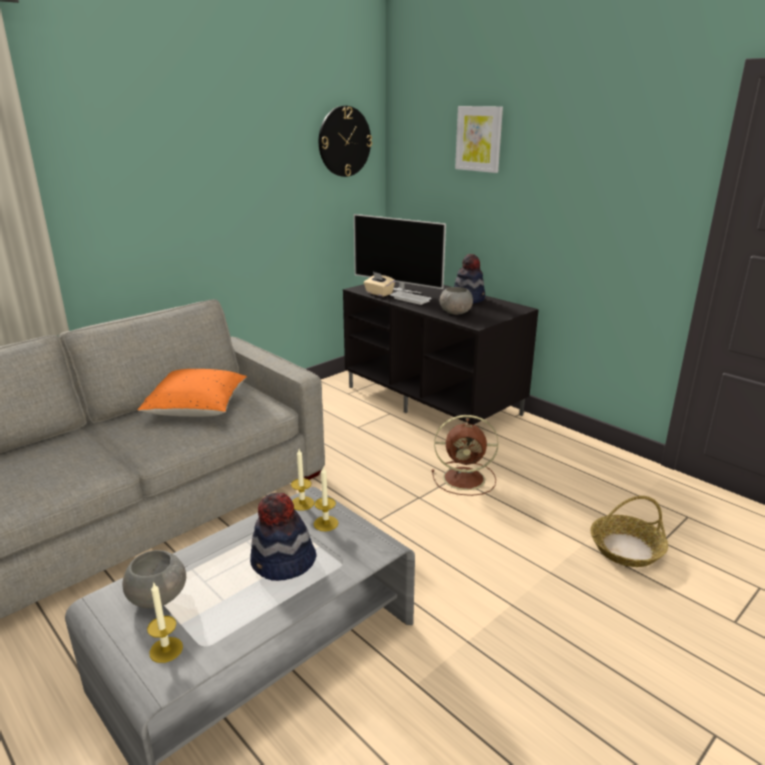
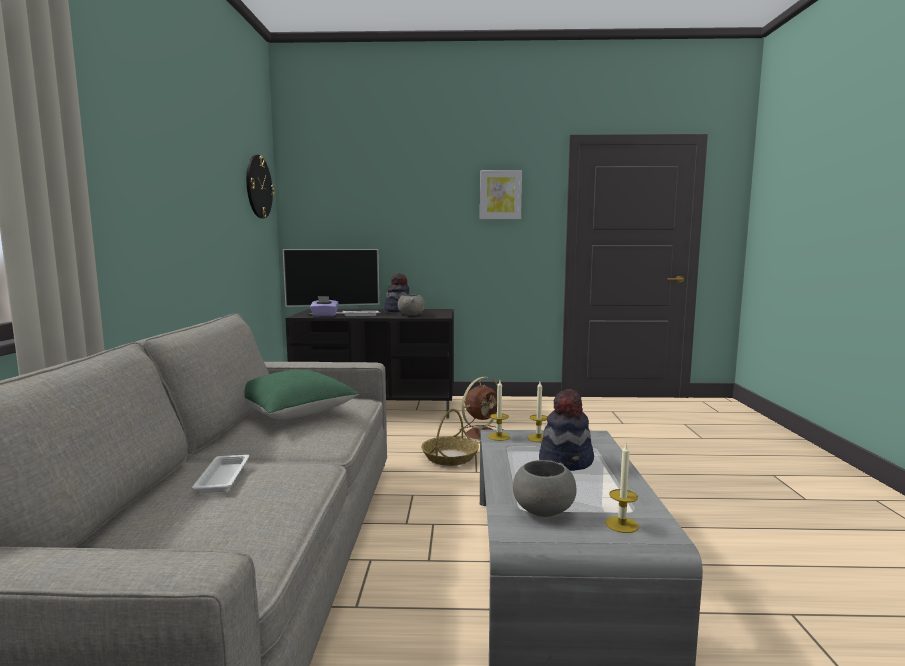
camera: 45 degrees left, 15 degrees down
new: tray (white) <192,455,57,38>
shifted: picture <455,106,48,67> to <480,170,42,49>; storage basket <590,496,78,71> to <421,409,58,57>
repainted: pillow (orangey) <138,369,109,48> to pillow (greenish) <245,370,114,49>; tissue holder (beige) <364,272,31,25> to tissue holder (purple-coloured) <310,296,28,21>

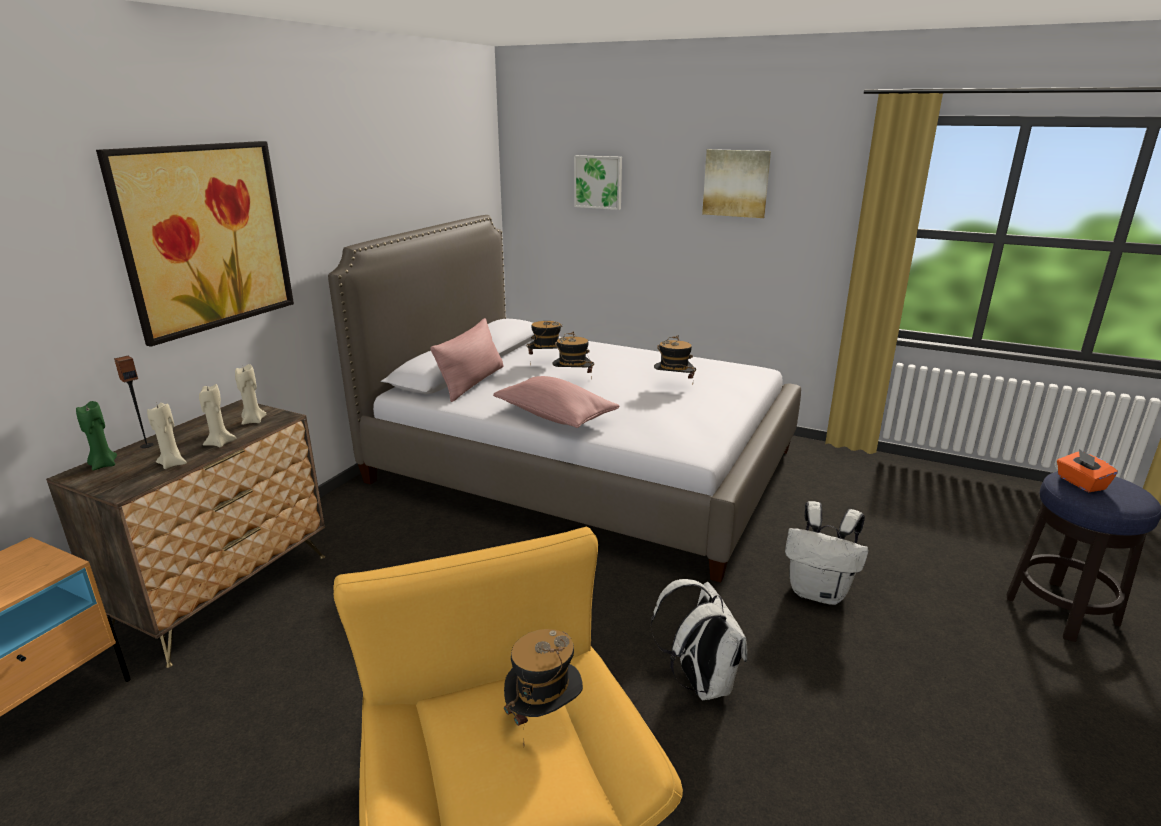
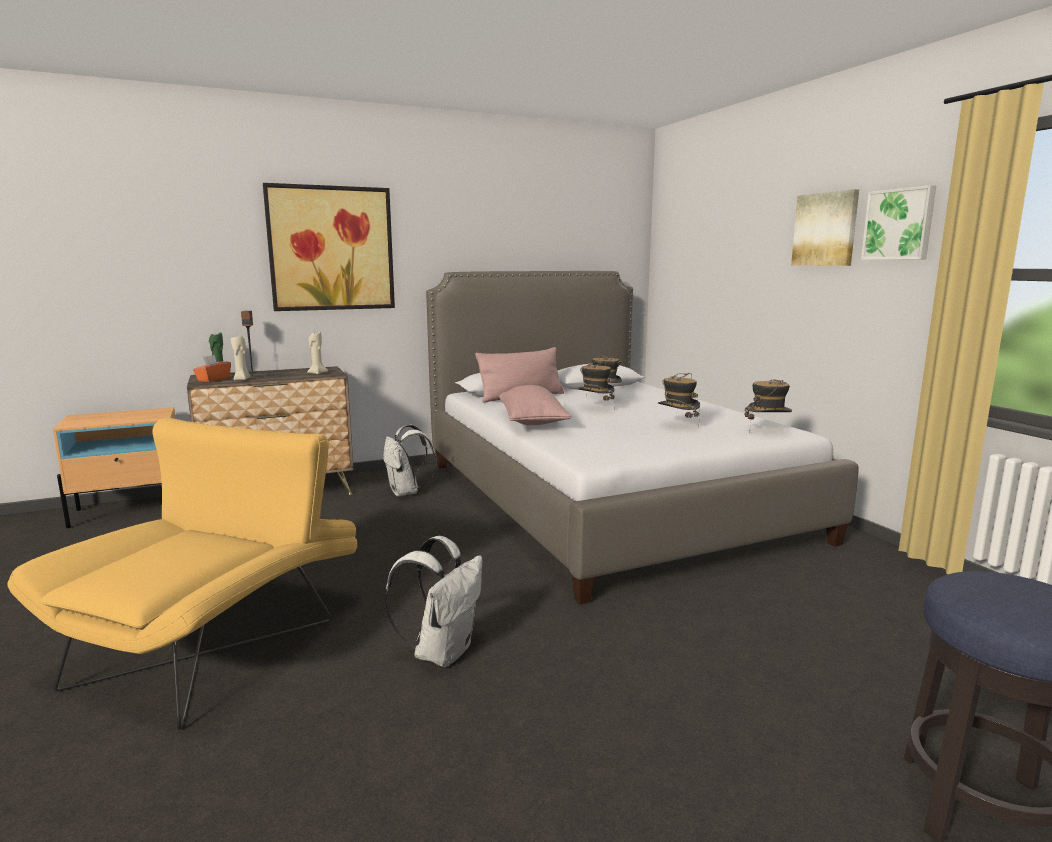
camera: 40 degrees right, 10 degrees down
gone: wax light (beige) <199,384,37,63>
shifted: hat <504,629,79,117> to <745,379,47,53>; picture <574,155,48,55> to <861,185,75,75>; backpack (white) <785,501,83,104> to <383,424,54,73>; tissue holder (orangey) <1057,449,61,43> to <193,355,38,27>

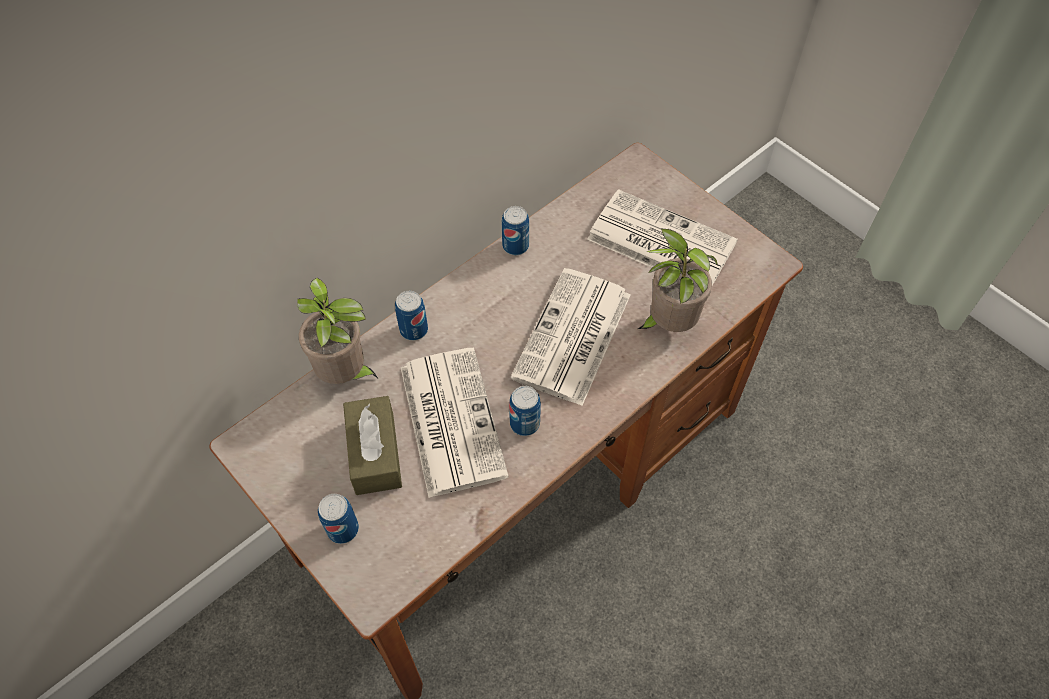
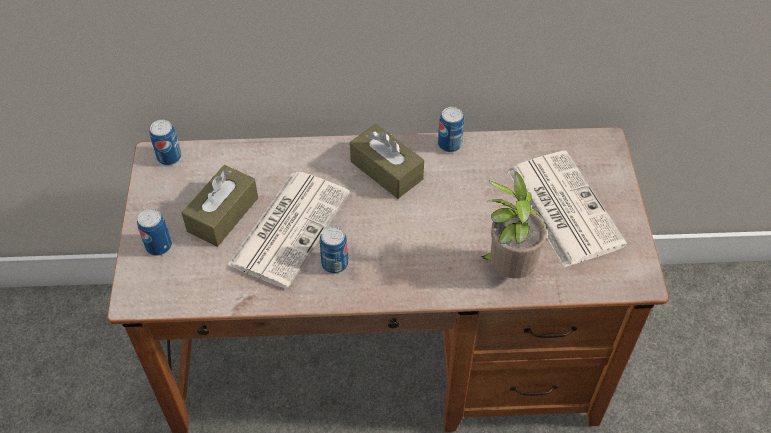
camera: 40 degrees right, 5 degrees down
gone: plant in a pot <297,278,81,106>; daily paper <511,268,120,138>
new: tissue holder (brownish) <350,124,74,75>
shifted: sealed can <395,291,33,50> to <150,120,31,45>

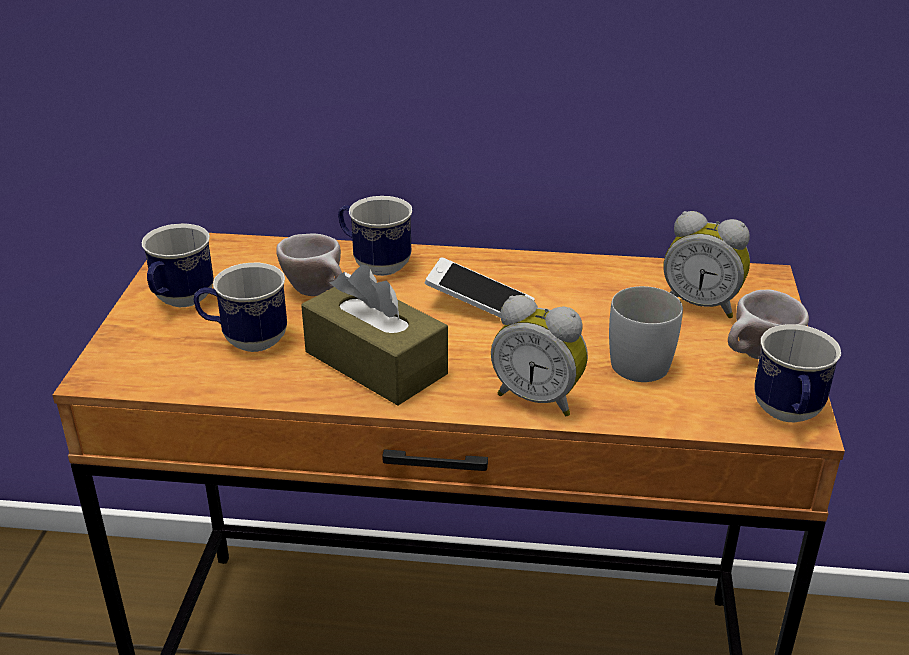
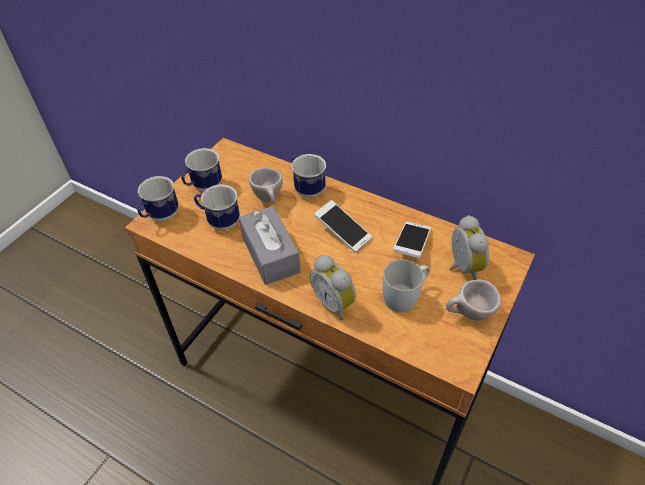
camera: 25 degrees right, 15 degrees up
new: handset <393,221,38,37>
shifted: coffee mug <754,324,87,98> to <137,176,41,45>
repainted: tissue holder (brownish) <301,265,147,140> to tissue holder (greyish) <239,206,62,79>
rotated: alarm clock <663,211,87,107> = <449,215,40,65> 150 degrees counterclockwise

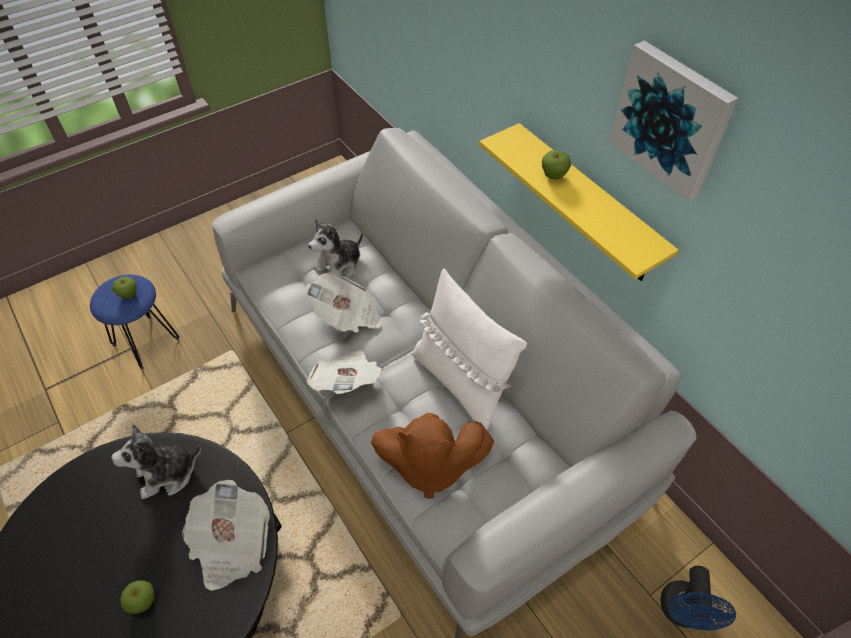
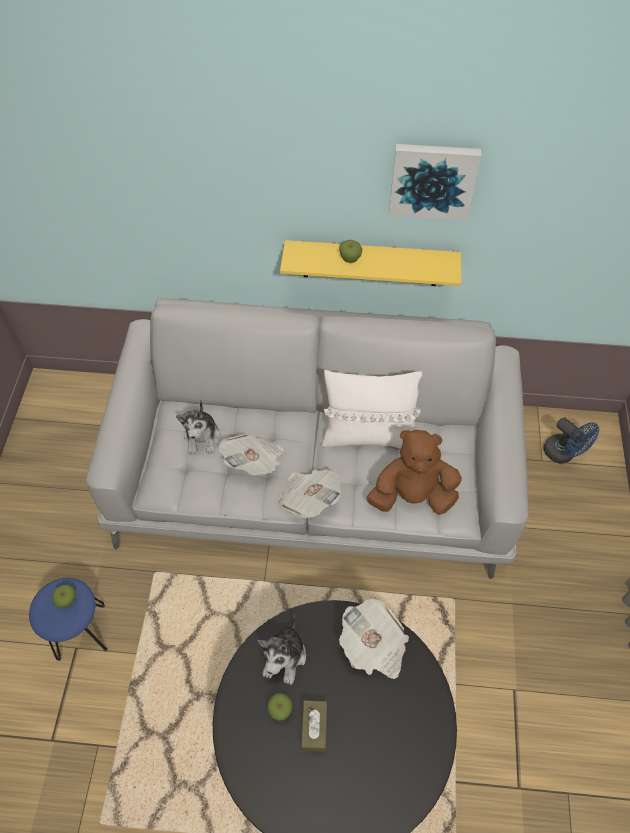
camera: 50 degrees left, 5 degrees up
new: tissue holder (brownish) <301,700,26,52>
shifted: apple <120,581,35,33> to <267,693,26,28>
rotated: soft toy (brownish) <371,413,123,86> = <367,430,95,85> 135 degrees counterclockwise

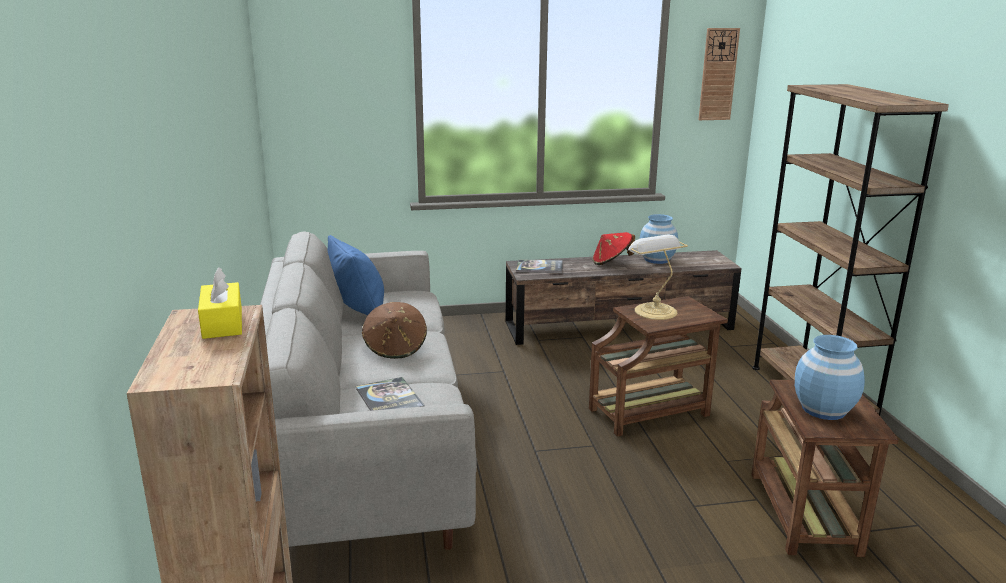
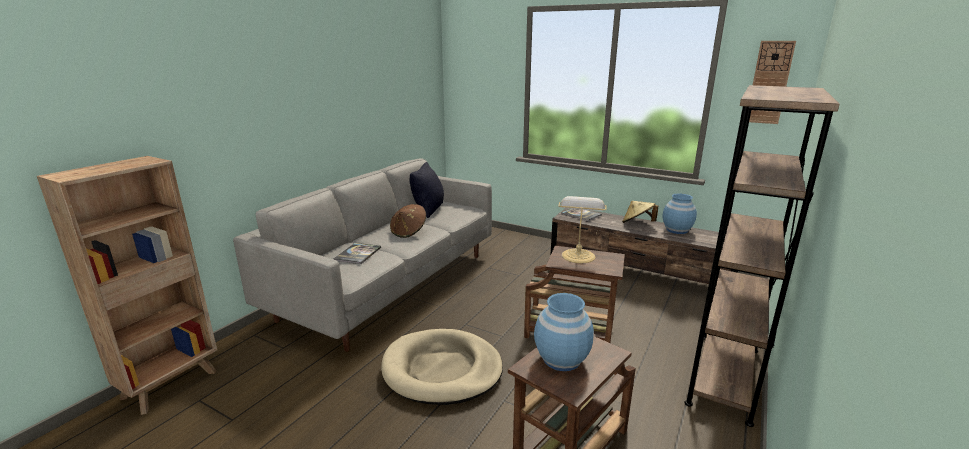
camera: 40 degrees right, 0 degrees up
gone: tissue holder (yellow) <198,267,44,72>
new: dog cushion (beige) <381,329,122,76>
repainted: pillow (bluish) <328,235,56,80> to pillow (black-coloured) <409,162,35,56>; hat (reddish) <593,232,42,33> to hat (beige) <622,201,36,22>

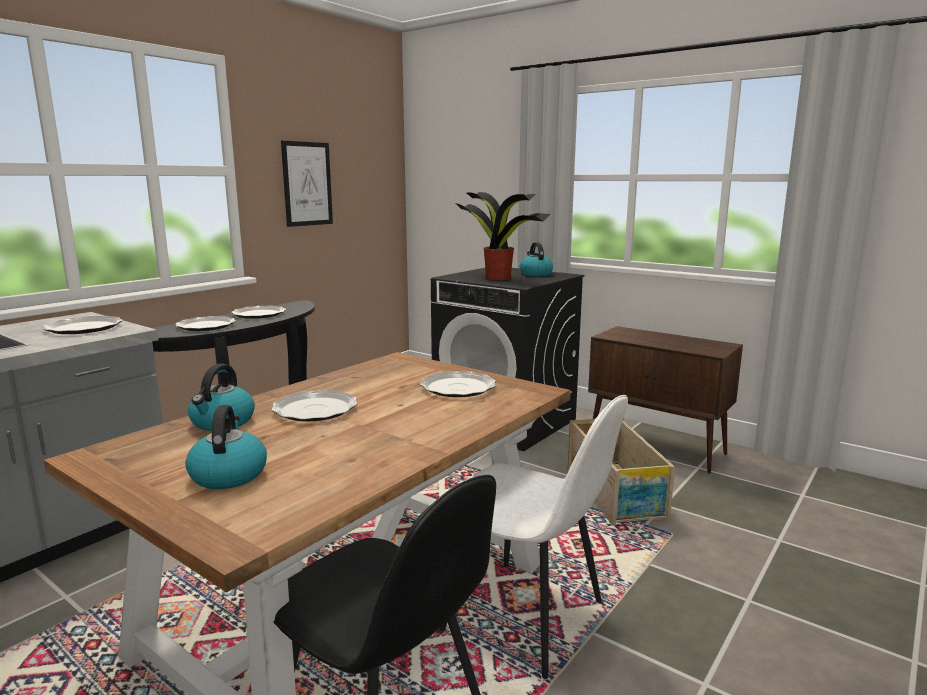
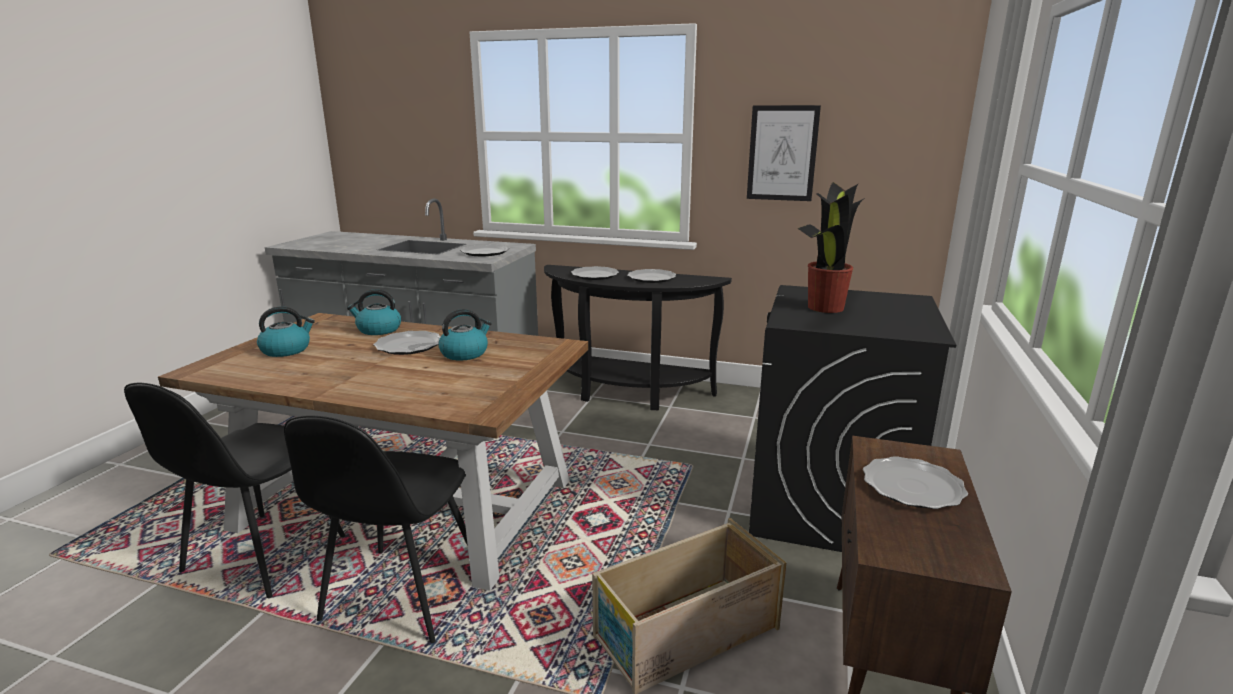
camera: 70 degrees right, 5 degrees up
shifted: dinner plate <420,371,76,26> to <863,456,105,53>; kettle <520,242,33,34> to <438,309,54,51>
repainted: chair (white) <440,395,188,284> to chair (black-coloured) <284,416,184,227>

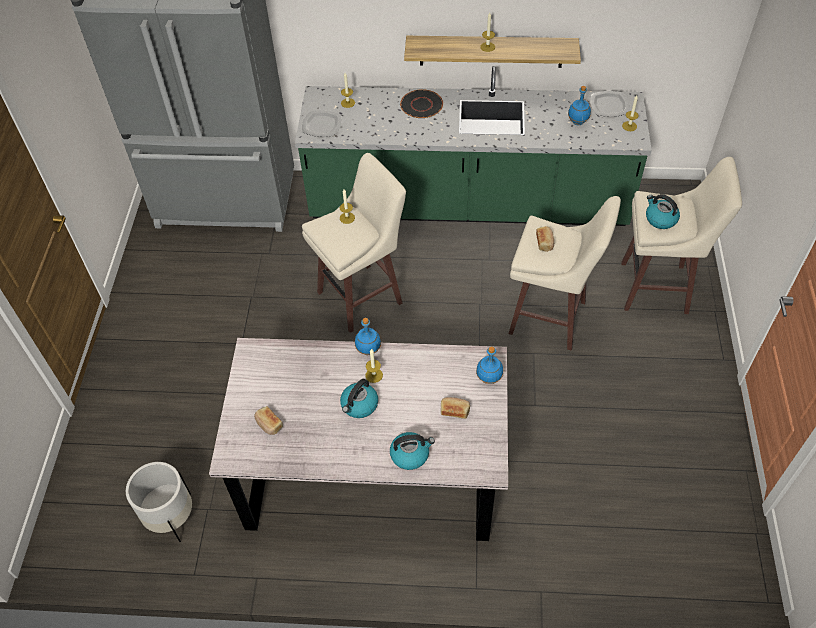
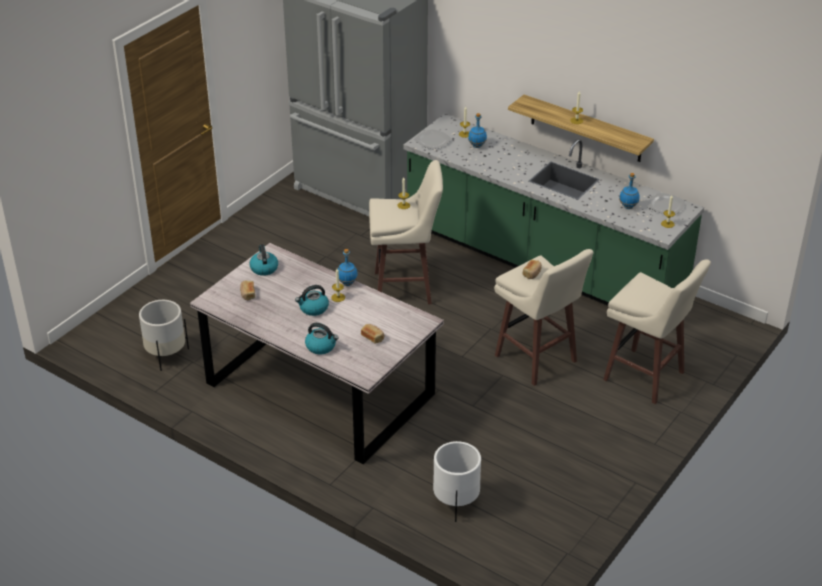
camera: 30 degrees right, 15 degrees down
gone: dinner plate (black-coloured) <400,89,43,29>
new: flower pot (white) <433,441,48,81>
shifted: beverage bottle (bluish) <476,346,27,38> to <468,113,19,35>; kettle <646,194,34,35> to <250,244,28,32>

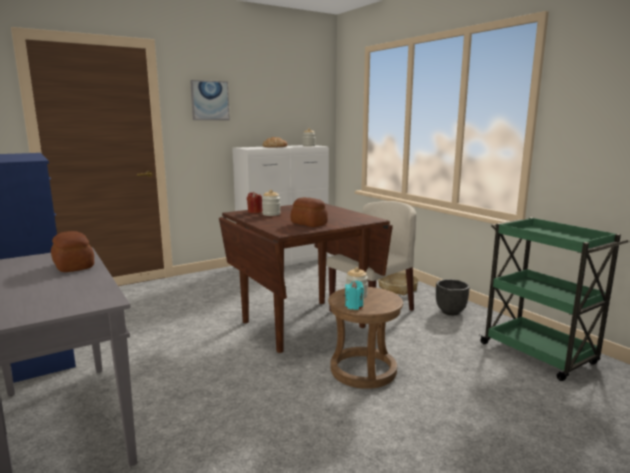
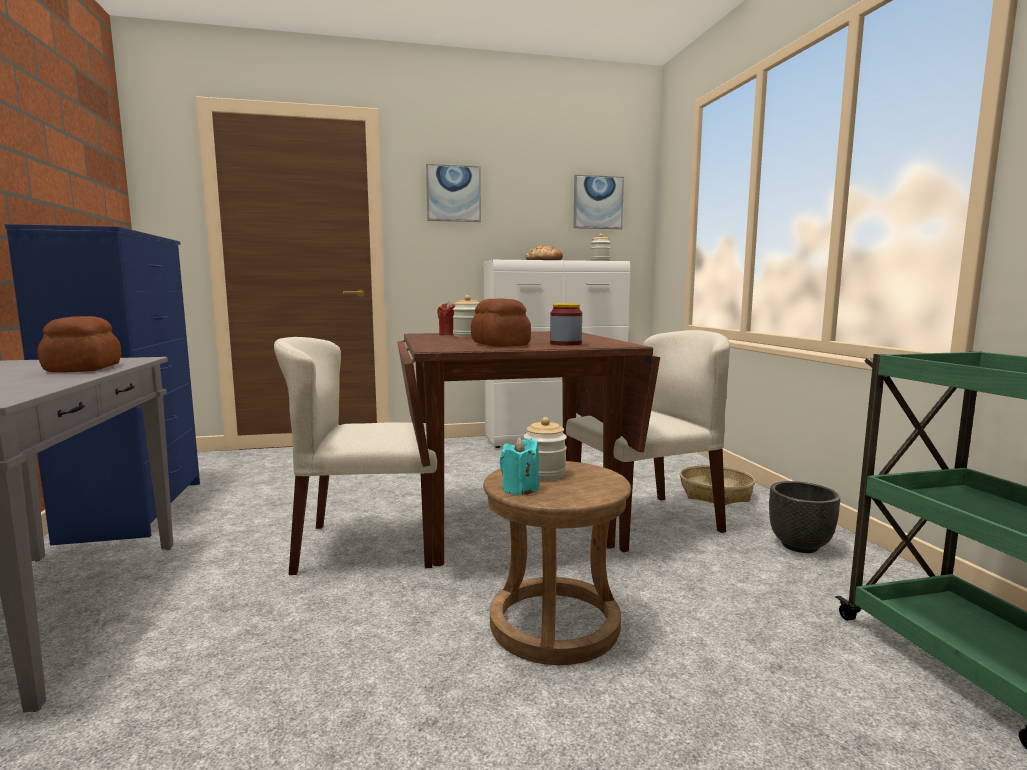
camera: 20 degrees right, 5 degrees down
new: chair (beige) <274,337,163,238>; preserve jar <550,303,32,43>; picture <573,174,51,55>

